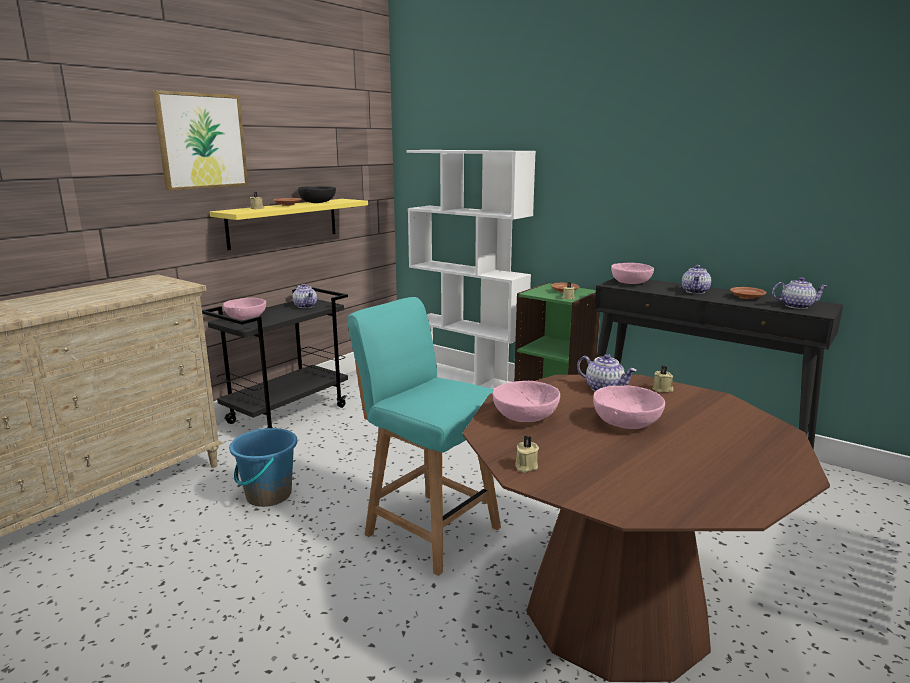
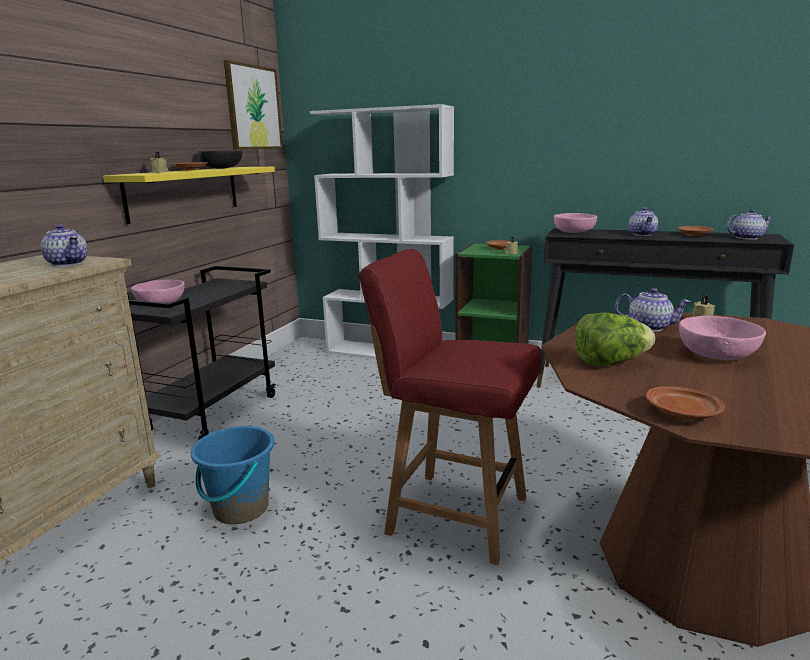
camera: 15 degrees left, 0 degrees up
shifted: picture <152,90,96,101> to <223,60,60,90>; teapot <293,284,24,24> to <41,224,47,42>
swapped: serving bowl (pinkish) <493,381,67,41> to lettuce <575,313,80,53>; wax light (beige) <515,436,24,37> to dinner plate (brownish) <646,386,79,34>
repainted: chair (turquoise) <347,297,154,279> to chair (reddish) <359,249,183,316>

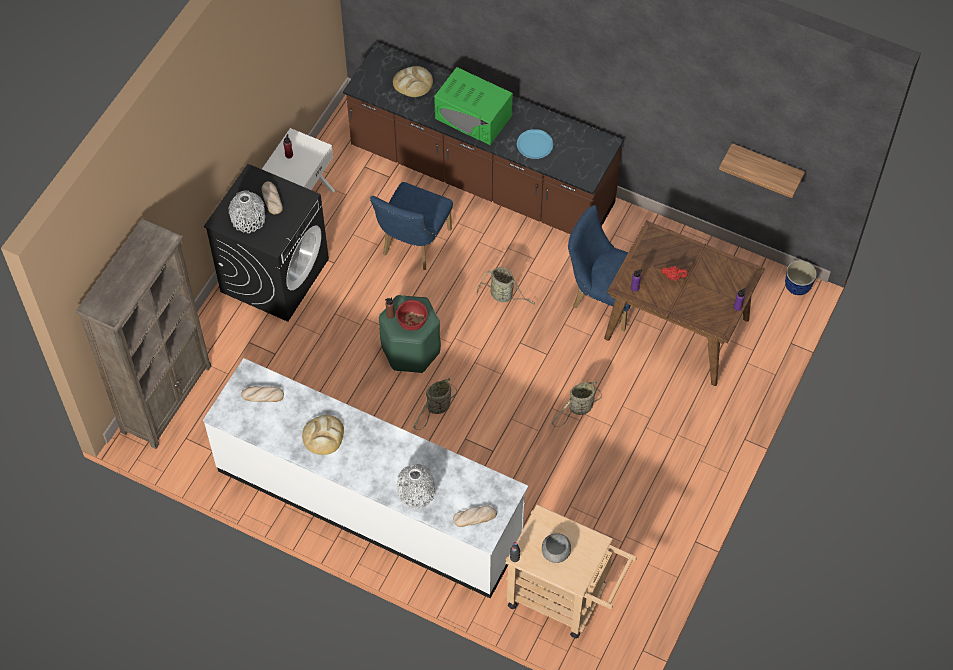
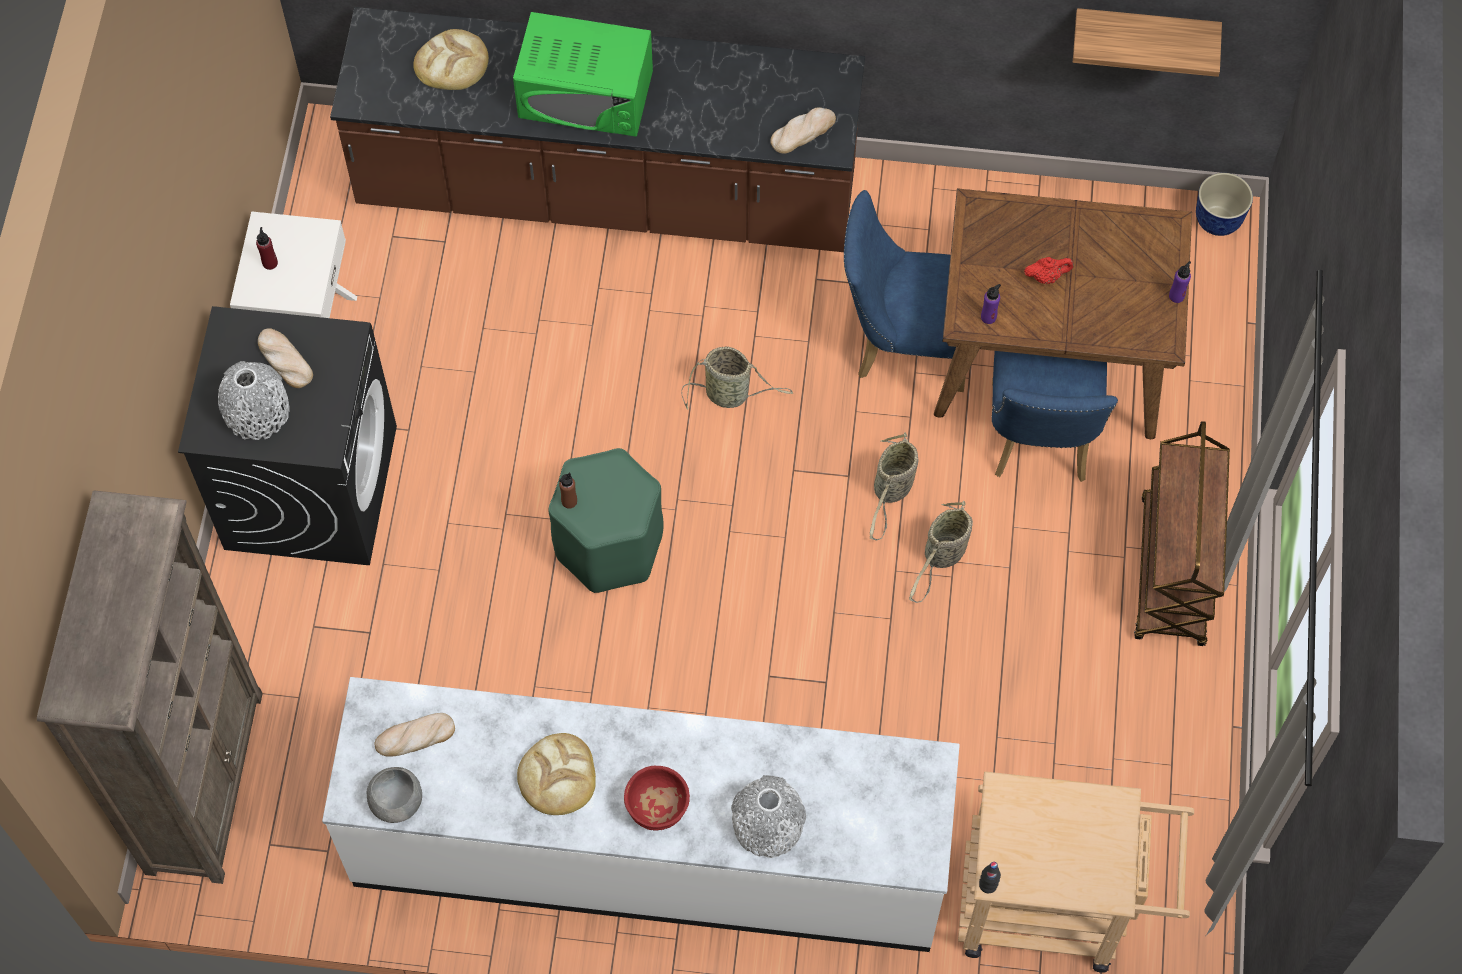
camera: 20 degrees left, 5 degrees up
gone: dinner plate (bluish) <517,129,36,30>
new: cart (brownish) <1134,421,96,225>
shifted: chair (bluish) <370,182,83,88> to <991,351,127,131>; serving bowl (reddish) <396,300,32,31> to <624,766,66,65>; storage basket <413,377,44,53> to <870,433,49,107>; baked bread <453,505,44,22> to <770,107,66,47>; serving bowl (greyish) <542,533,29,30> to <367,767,55,56>

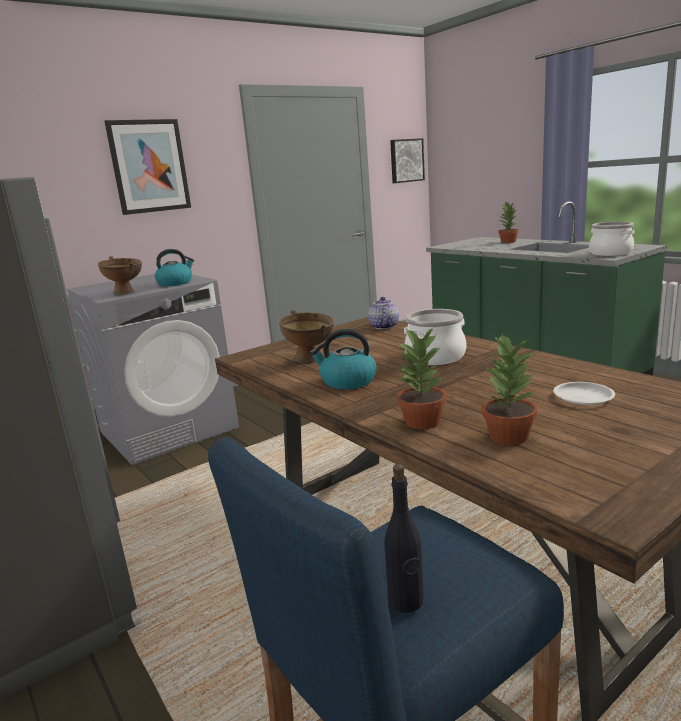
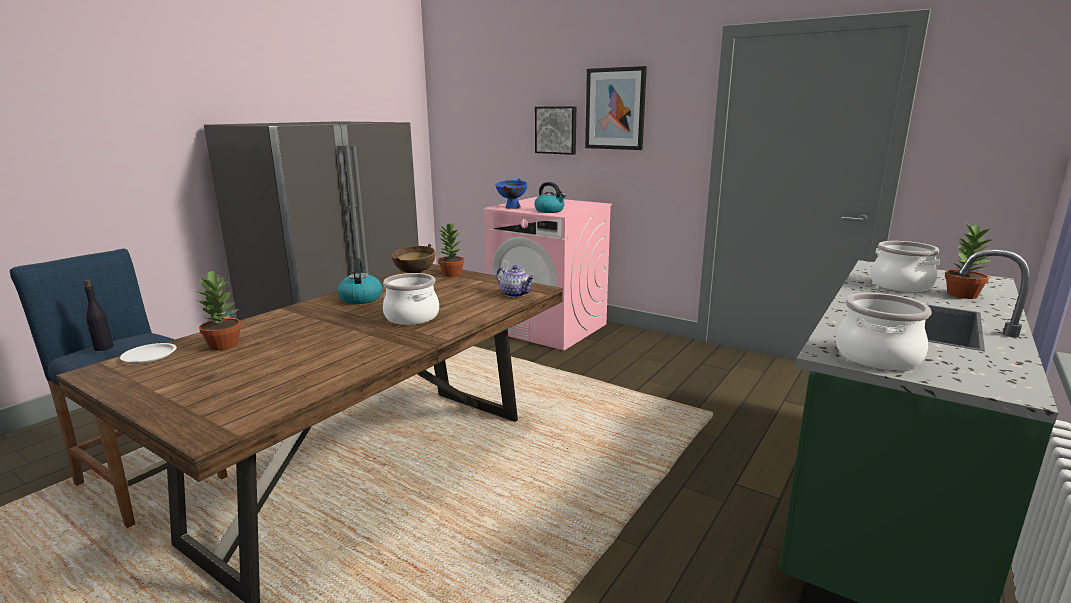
camera: 70 degrees right, 0 degrees up
new: cooking pot <870,241,70,51>
shifted: picture <390,138,35,45> to <535,106,41,49>; plant in a pot <397,328,49,102> to <437,222,27,55>; dinner plate (white) <553,382,62,23> to <120,343,57,20>
repainted: washing machine (greyish) <66,274,173,191> to washing machine (pinkish) <484,197,128,153>; serving bowl (brownish) <98,256,44,39> to serving bowl (bluish) <496,178,31,31>
rotated: teapot <368,297,31,32> = <497,265,37,33> 60 degrees clockwise

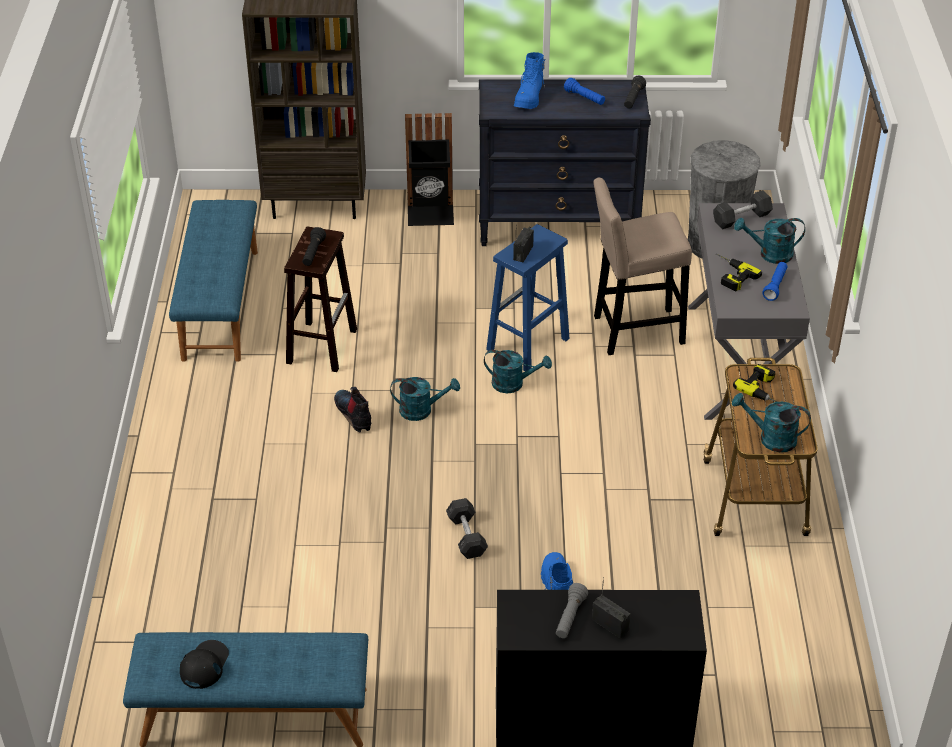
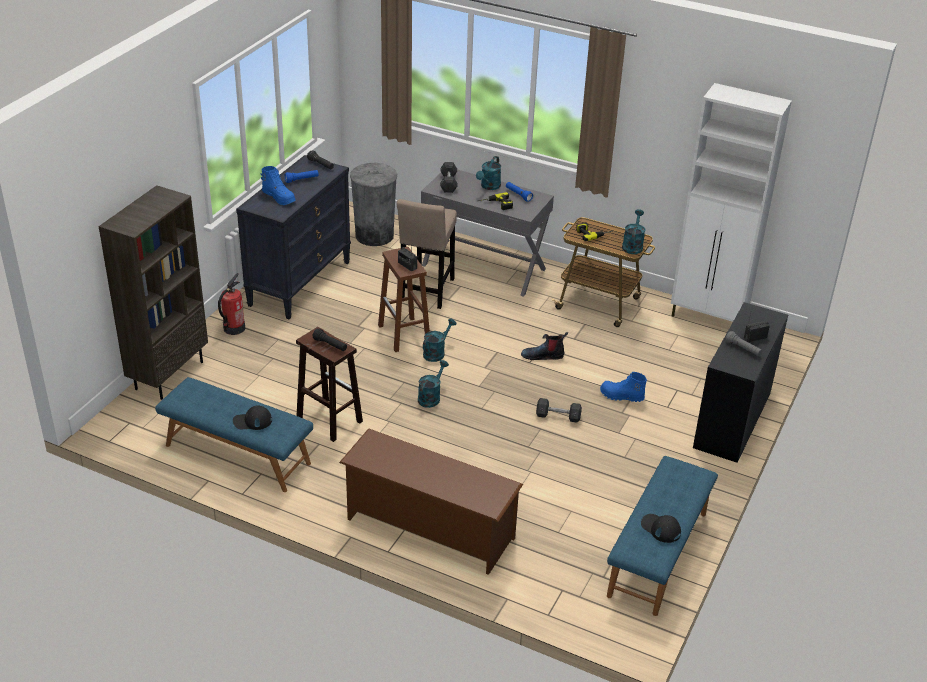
camera: 65 degrees left, 5 degrees down
new: cap (black-coloured) <233,405,39,25>; shoe stand (brownish) <339,428,184,147>; cabinet (white) <671,83,121,239>
shifted: tall boot <334,387,37,45> to <521,332,47,28>
swapped: rubbish bin (black-coloured) <405,113,49,113> to fire-fighting cylinder <218,273,27,62>
repainted: stool seat (bluish) <486,224,84,147> to stool seat (brownish) <378,247,52,105>
rotated: watering can (turquoise) <732,393,79,59> = <622,209,24,45> 150 degrees clockwise

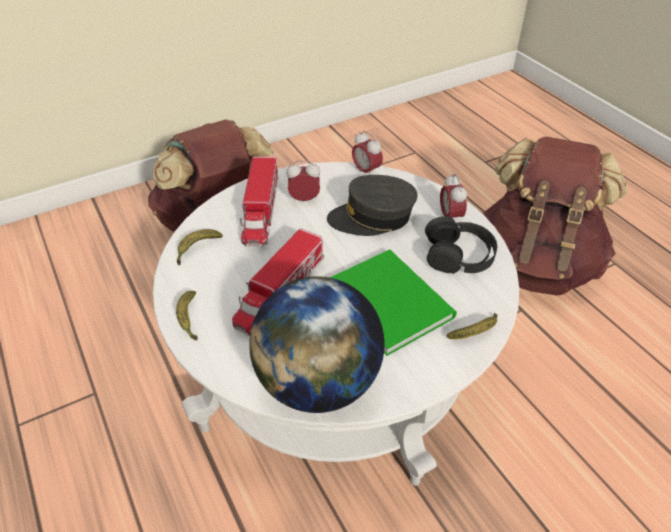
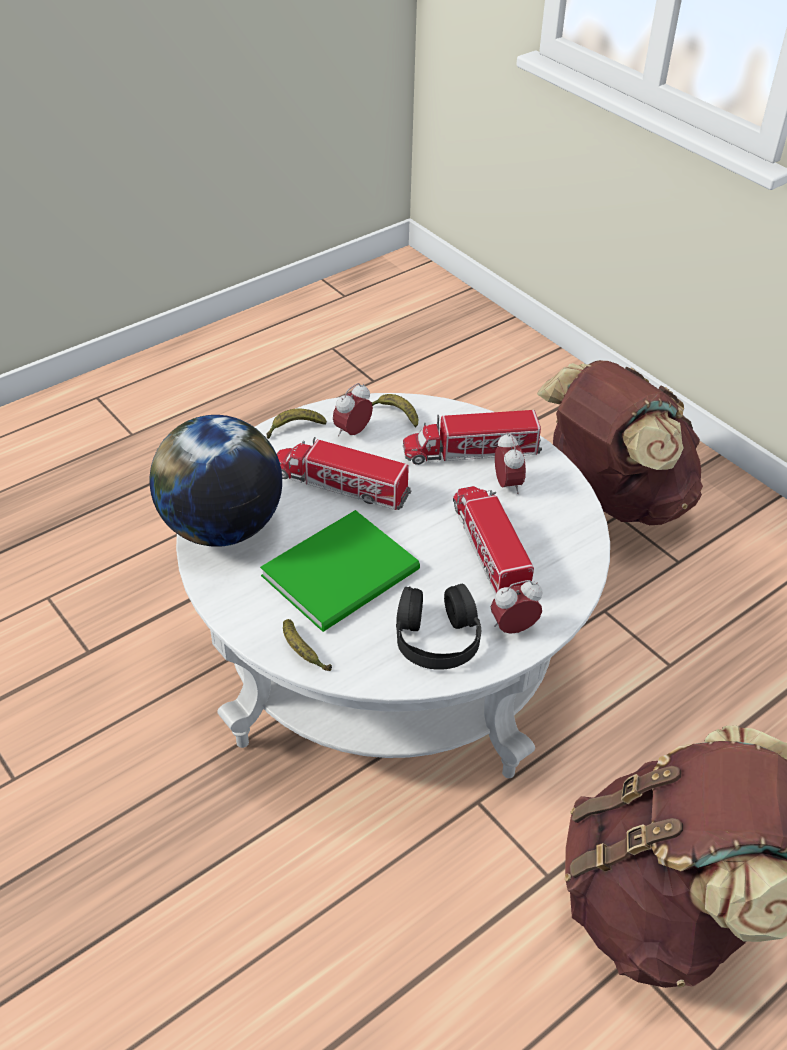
camera: 80 degrees right, 0 degrees up
shifted: alarm clock <352,131,31,44> to <333,383,40,54>
swapped: cap (greyish) <327,175,91,61> to model truck <453,486,81,109>

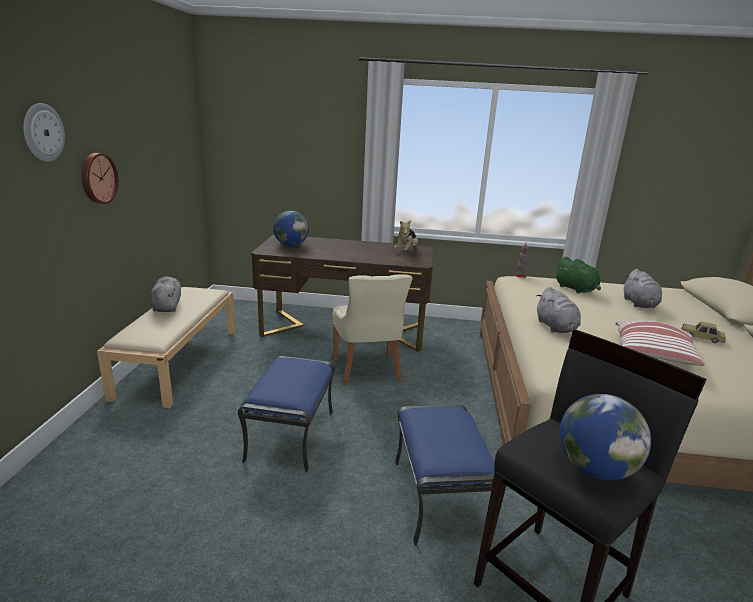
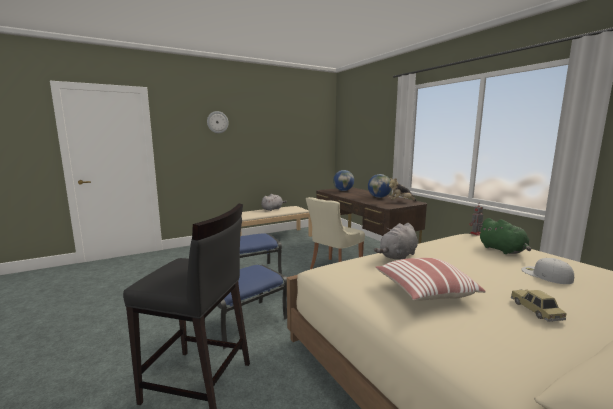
camera: 55 degrees right, 10 degrees down
gone: clock on the wall <82,153,36,51>
shifted: desk globe <559,394,92,87> to <368,174,24,24>
swapped: soft toy (greyish) <624,269,38,39> to cap (white) <521,258,53,26>
rotated: soft toy (greenish) <555,257,46,36> = <478,218,53,36> 45 degrees counterclockwise

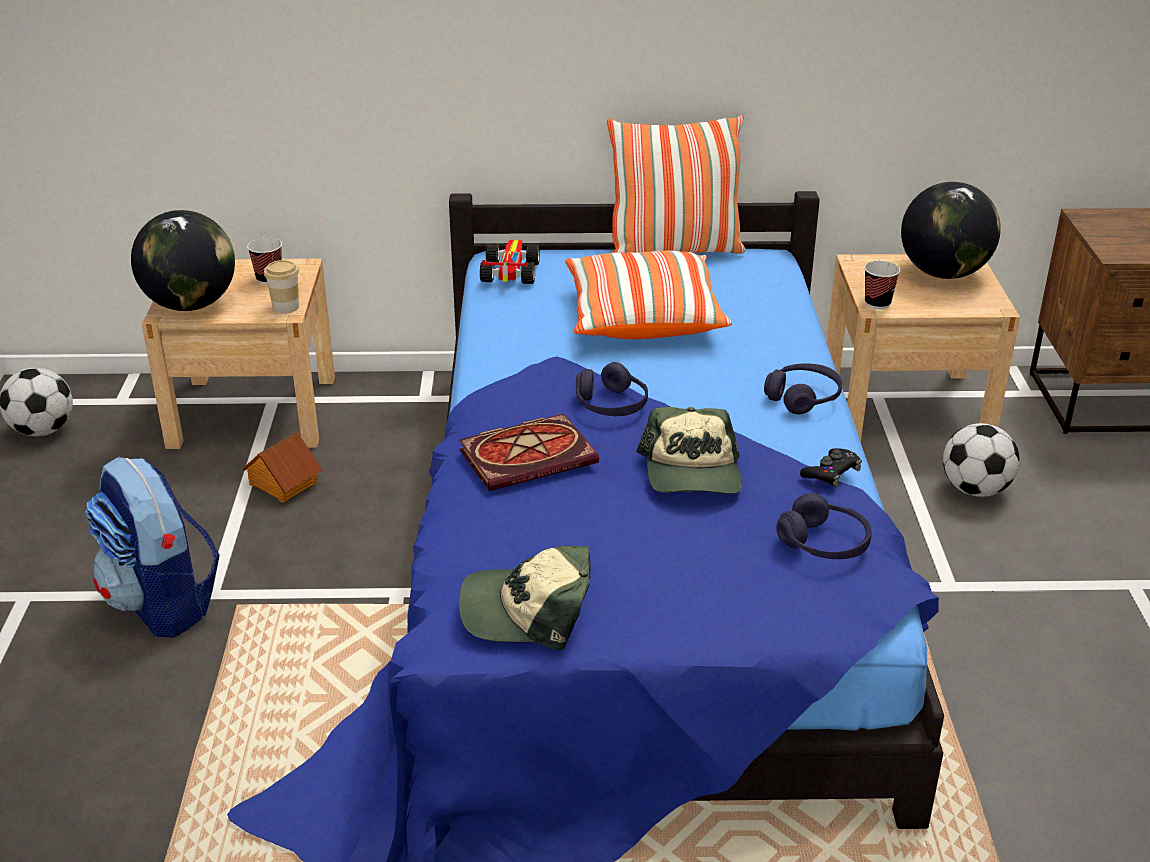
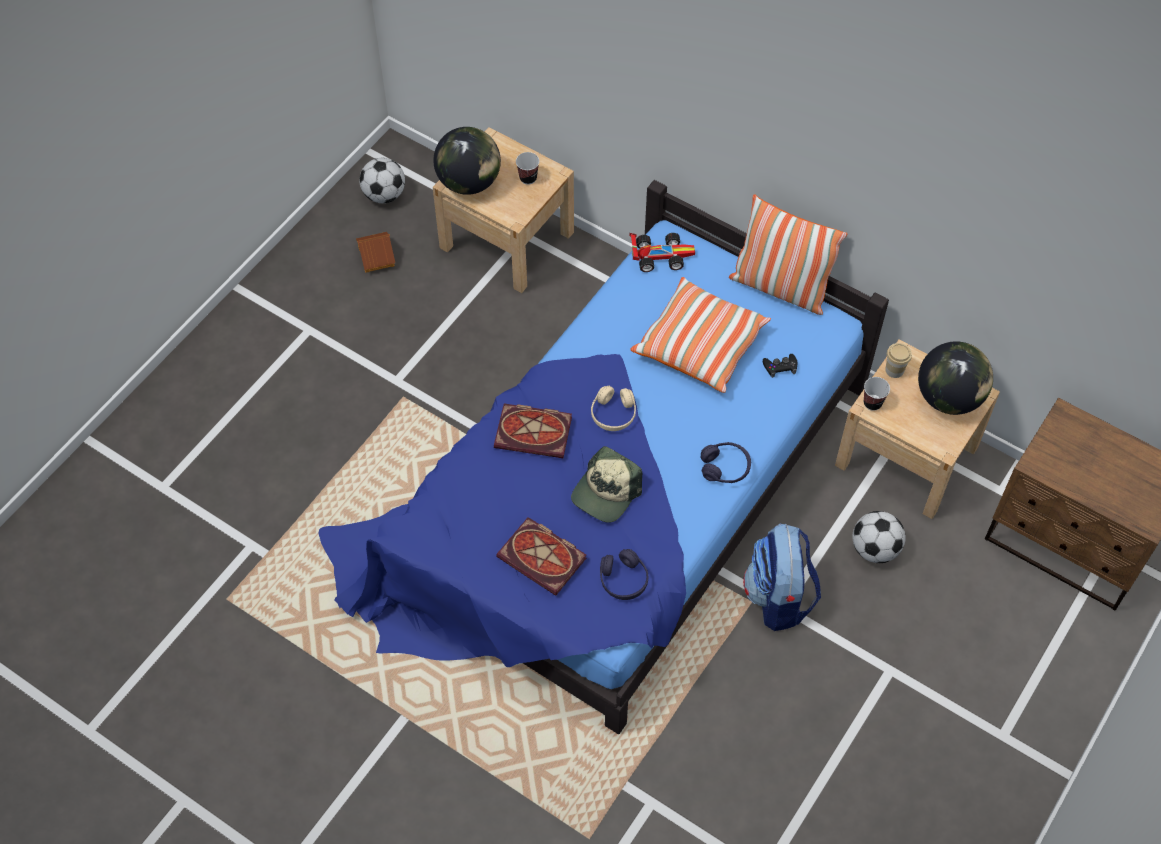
camera: 35 degrees right, 25 degrees up
gone: cap <459,546,132,104>
new: book <496,517,90,79>
shifted: backpack <85,457,135,181> to <743,524,78,107>; model house <242,432,80,71> to <356,232,39,41>; cup <264,260,35,54> to <885,343,27,35>; game controller (black-coloured) <800,448,62,39> to <763,354,35,24>
repainted: pair of headphones (purple-coloured) <576,362,72,54> to pair of headphones (beige) <591,386,45,45>
rotated: miniature car <480,240,60,44> = <630,233,65,39> 45 degrees clockwise

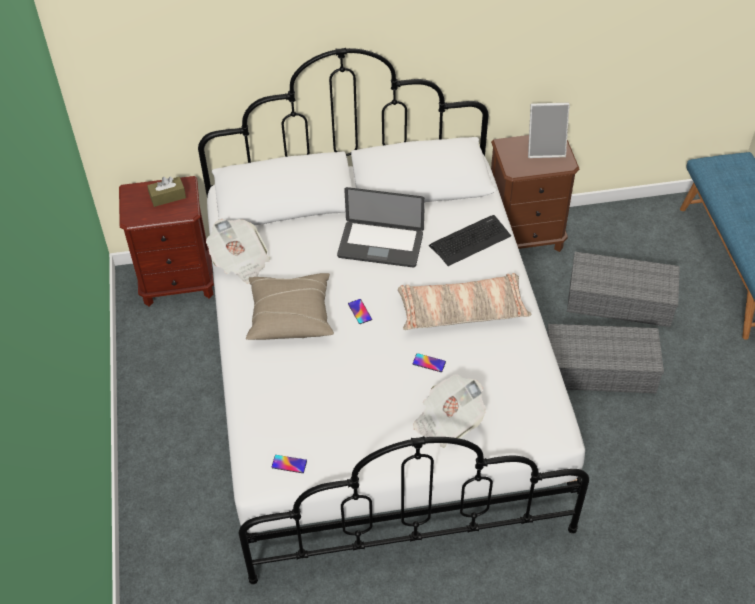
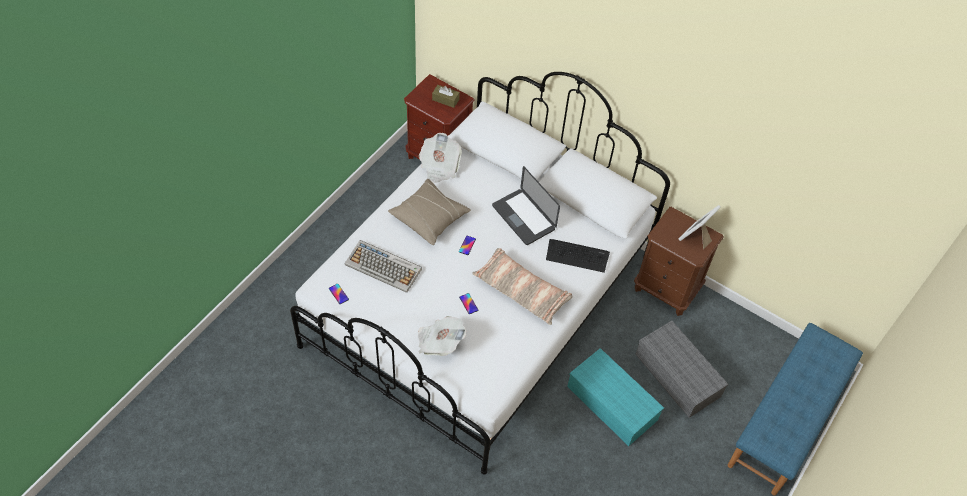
camera: 40 degrees right, 5 degrees up
new: keyboard <345,240,77,53>
repainted: storage container (greyish) <547,324,117,69> to storage container (turquoise) <567,348,97,98>
rotated: standing frame <528,103,42,55> = <679,205,42,44> 90 degrees clockwise

